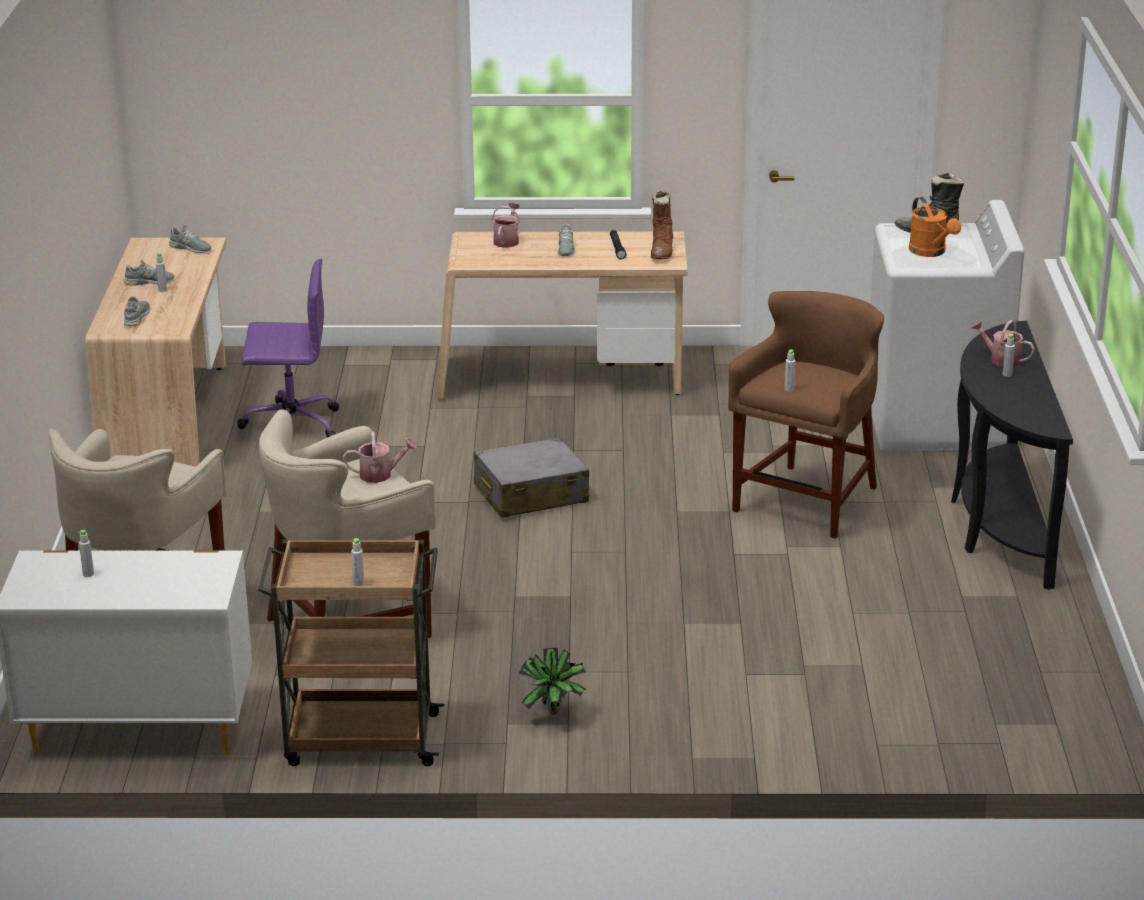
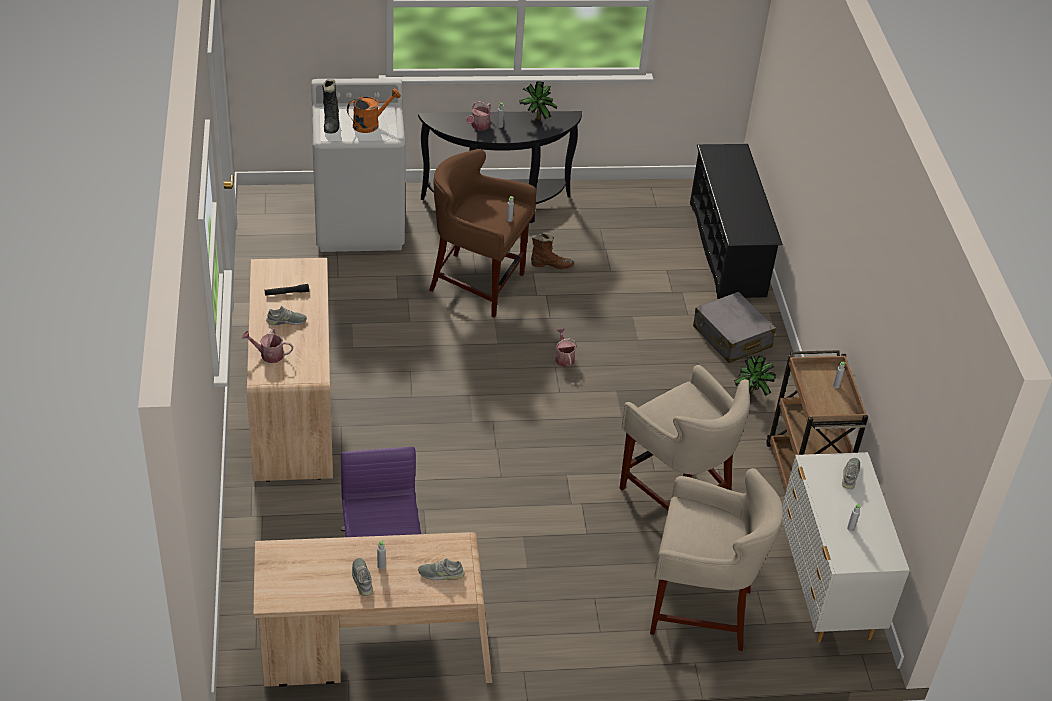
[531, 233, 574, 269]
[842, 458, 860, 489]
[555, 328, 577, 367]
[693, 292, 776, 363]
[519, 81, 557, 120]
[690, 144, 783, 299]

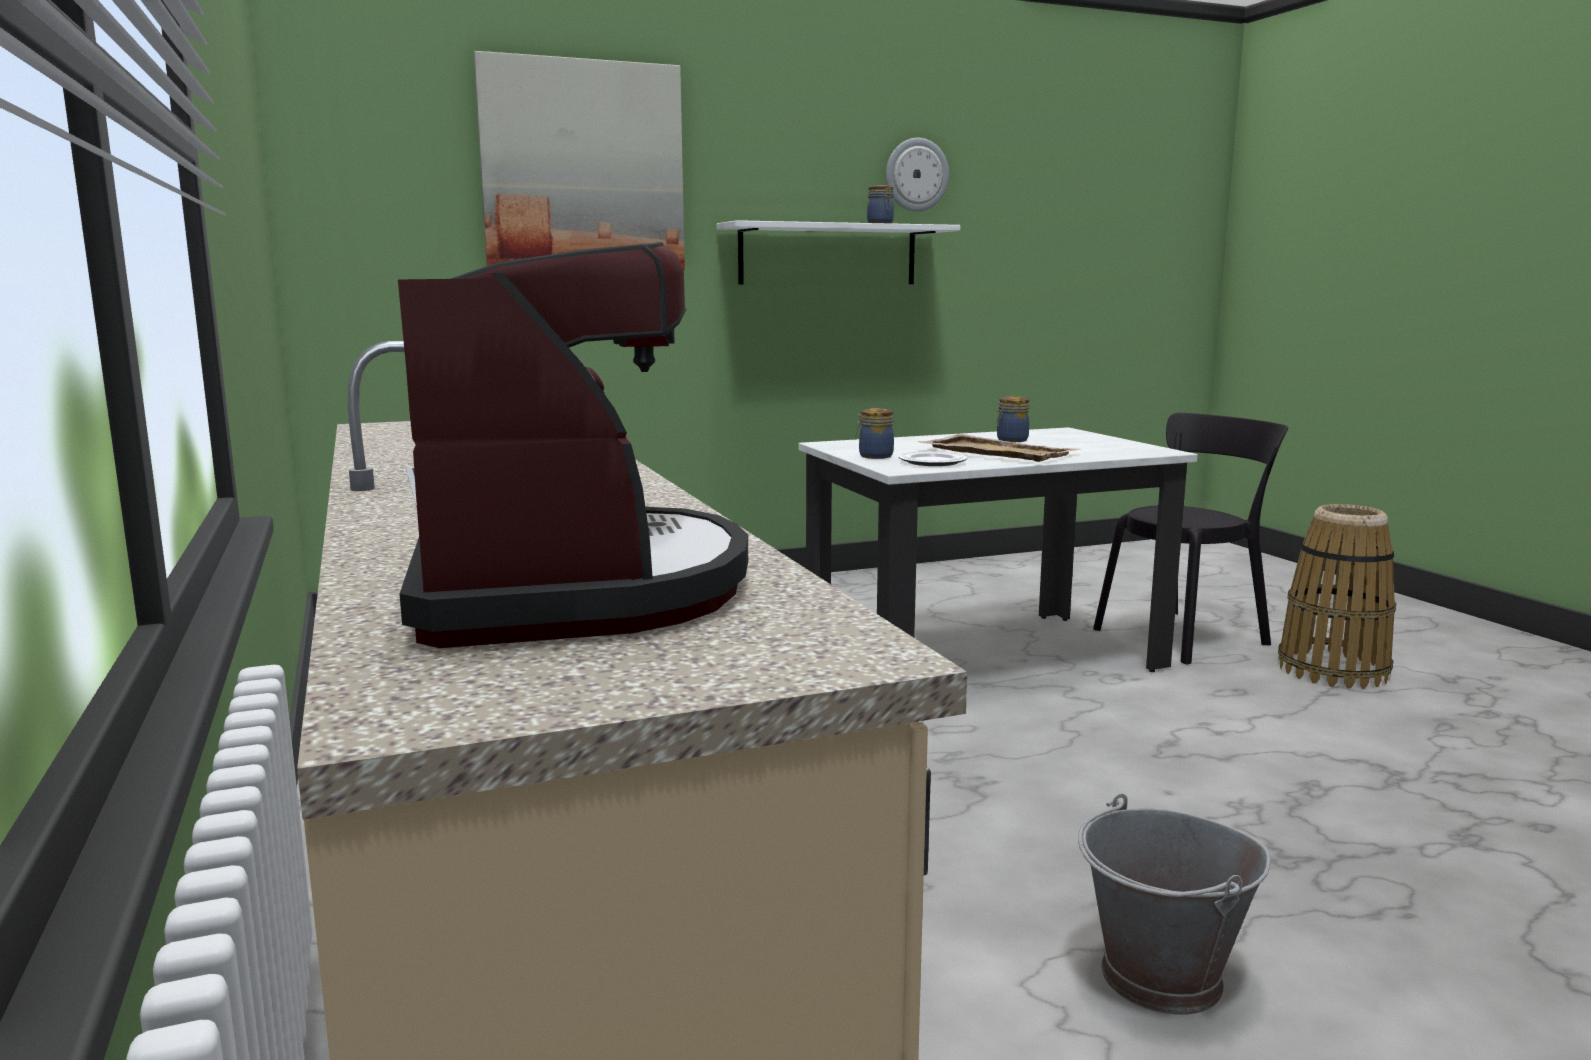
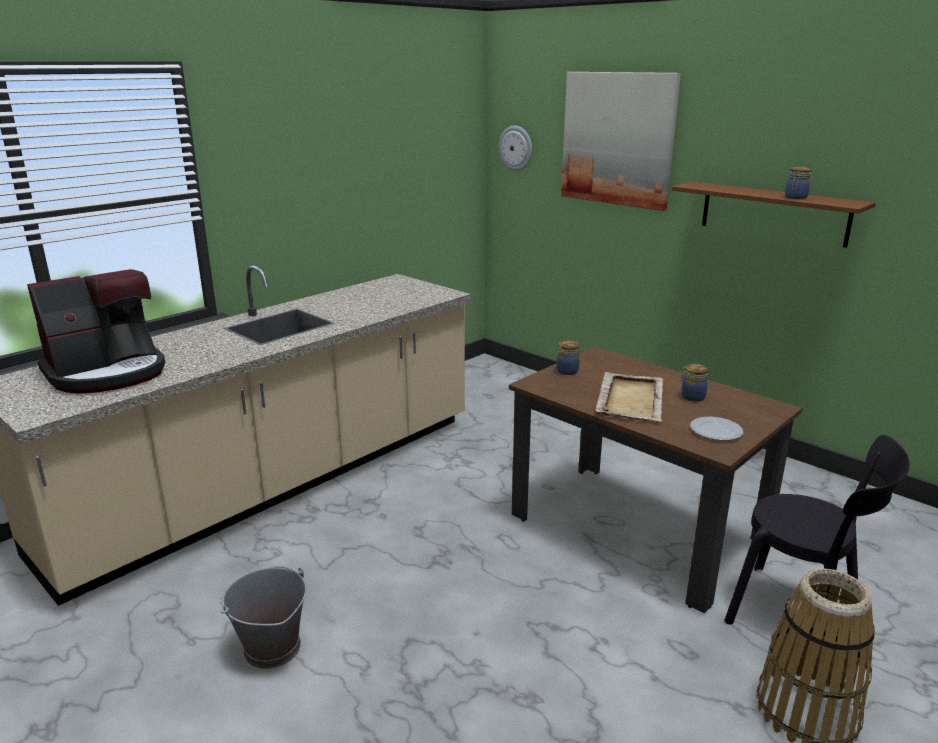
[499, 126, 532, 171]
[672, 182, 876, 248]
[509, 346, 802, 613]
[690, 417, 743, 441]

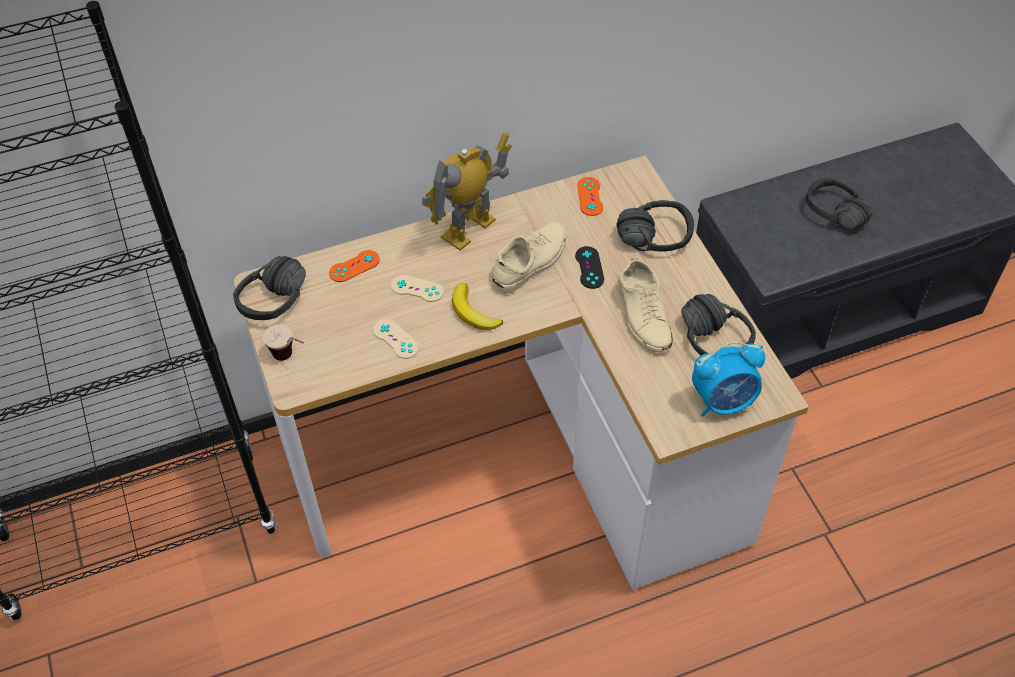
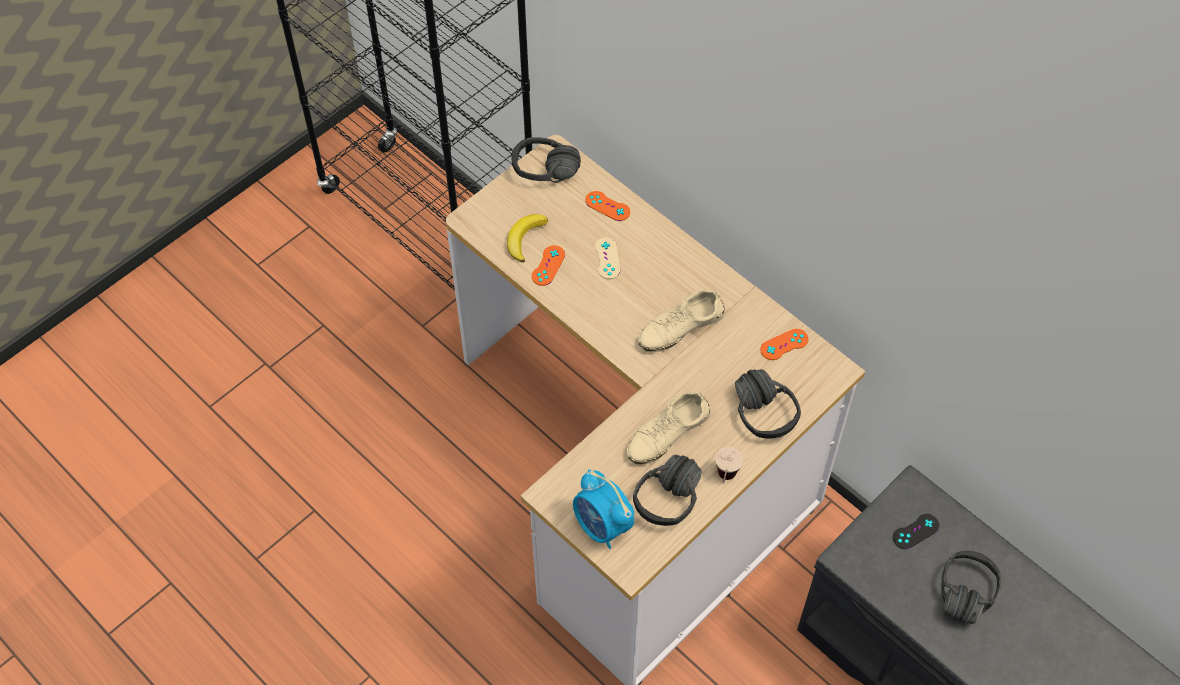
[422, 132, 512, 251] (first image)
[638, 290, 725, 352]
[893, 514, 939, 549]
[507, 214, 548, 263]
[532, 245, 565, 286]
[715, 447, 743, 484]

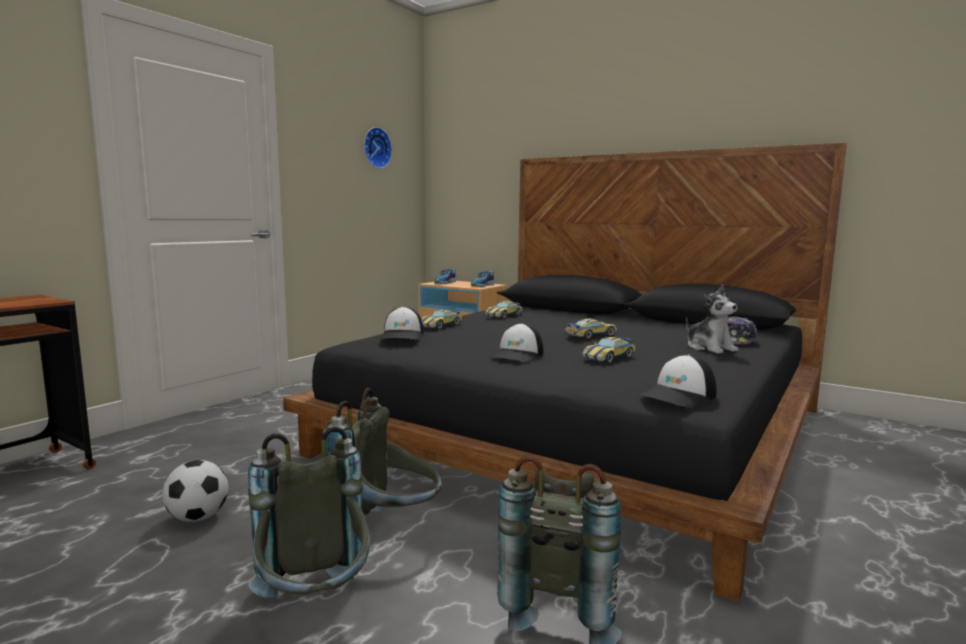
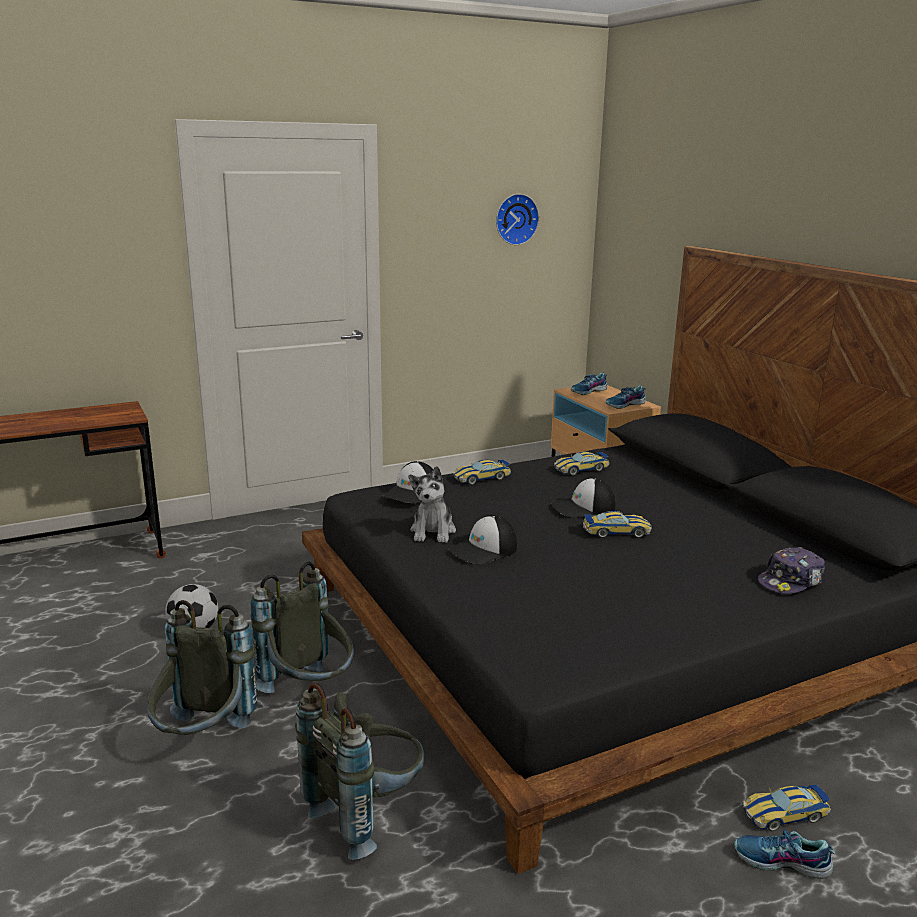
[409, 466, 456, 543]
[743, 785, 831, 831]
[551, 478, 615, 518]
[734, 830, 835, 879]

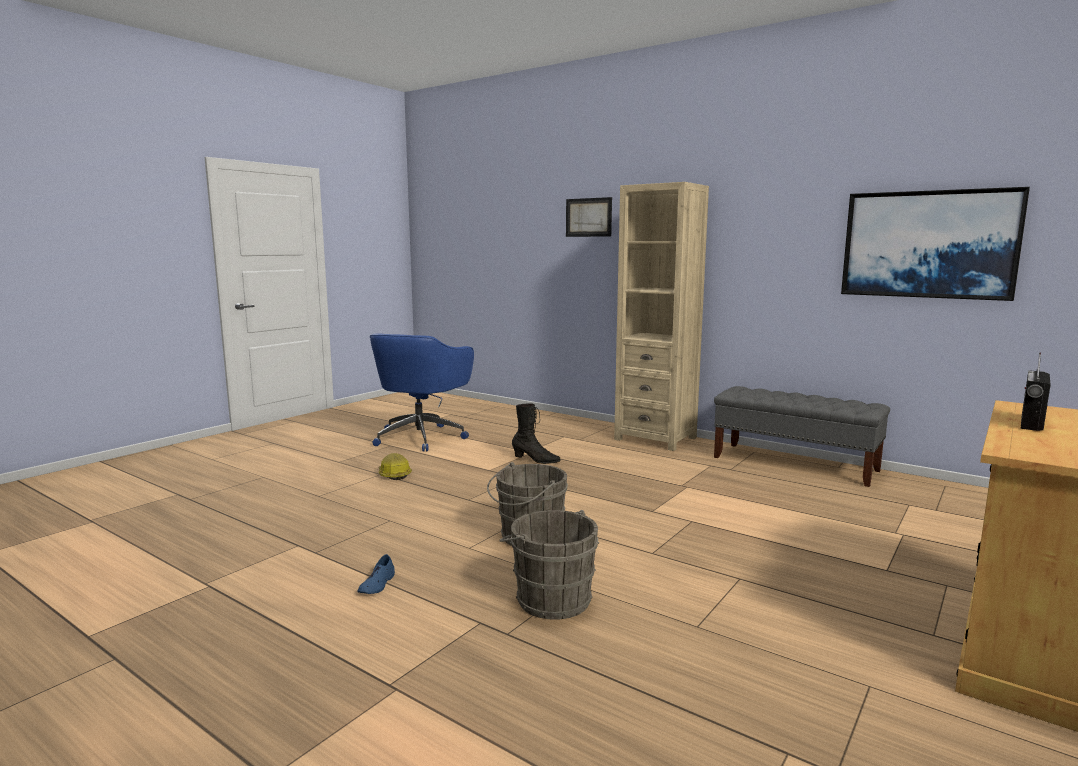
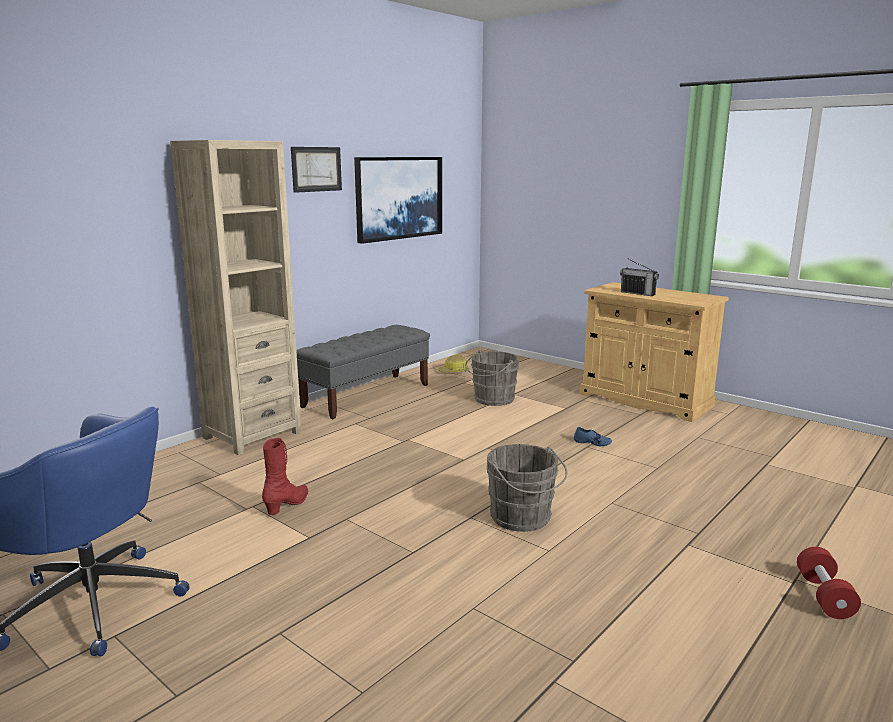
[291, 147, 342, 193]
[262, 438, 308, 515]
[438, 355, 469, 373]
[465, 350, 519, 406]
[574, 427, 612, 446]
[797, 547, 861, 619]

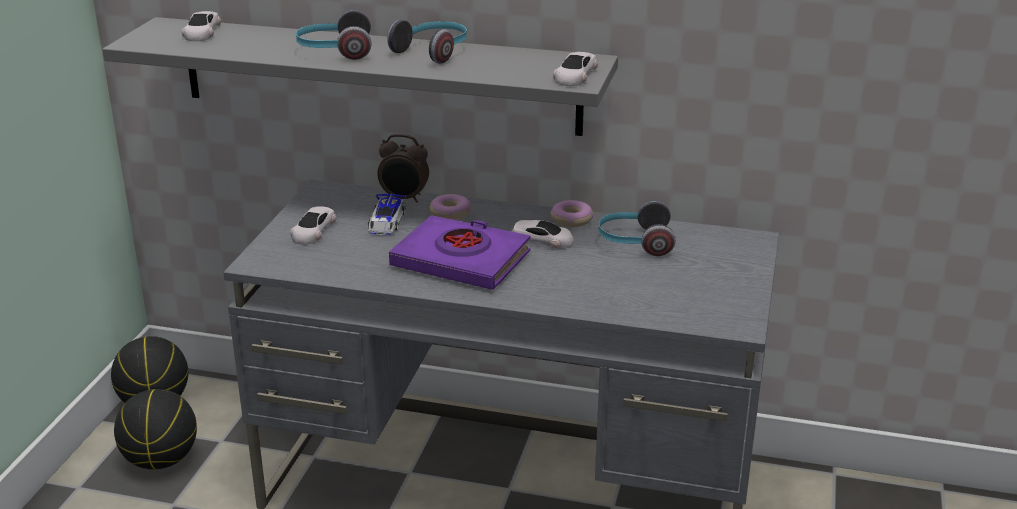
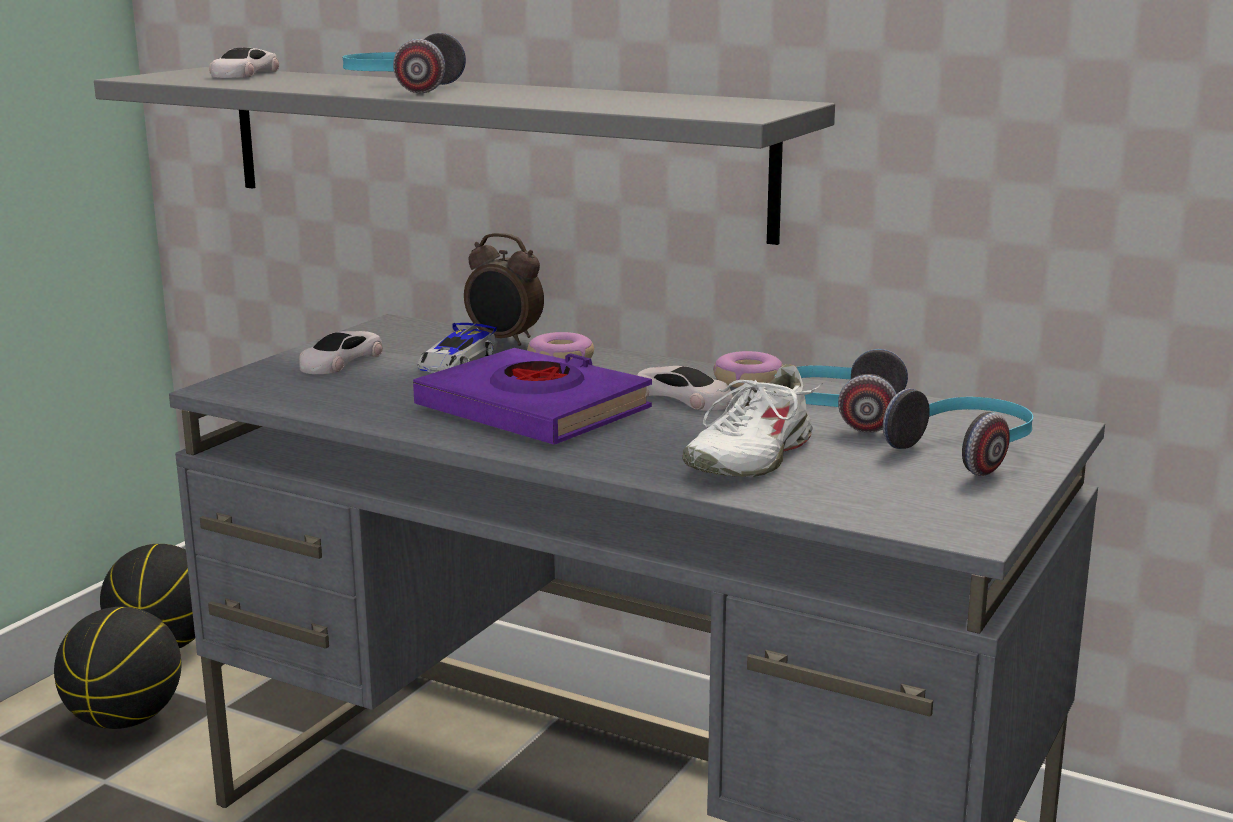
[883, 389, 1033, 476]
[553, 52, 598, 86] (first image)
[682, 364, 823, 477]

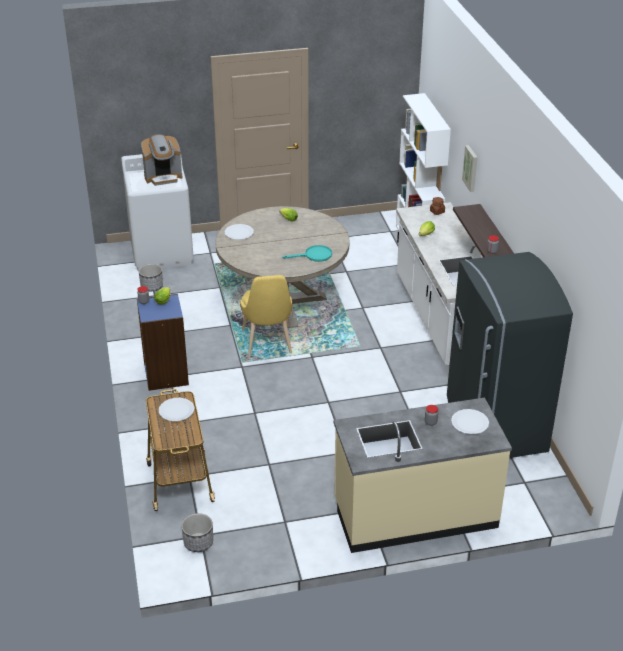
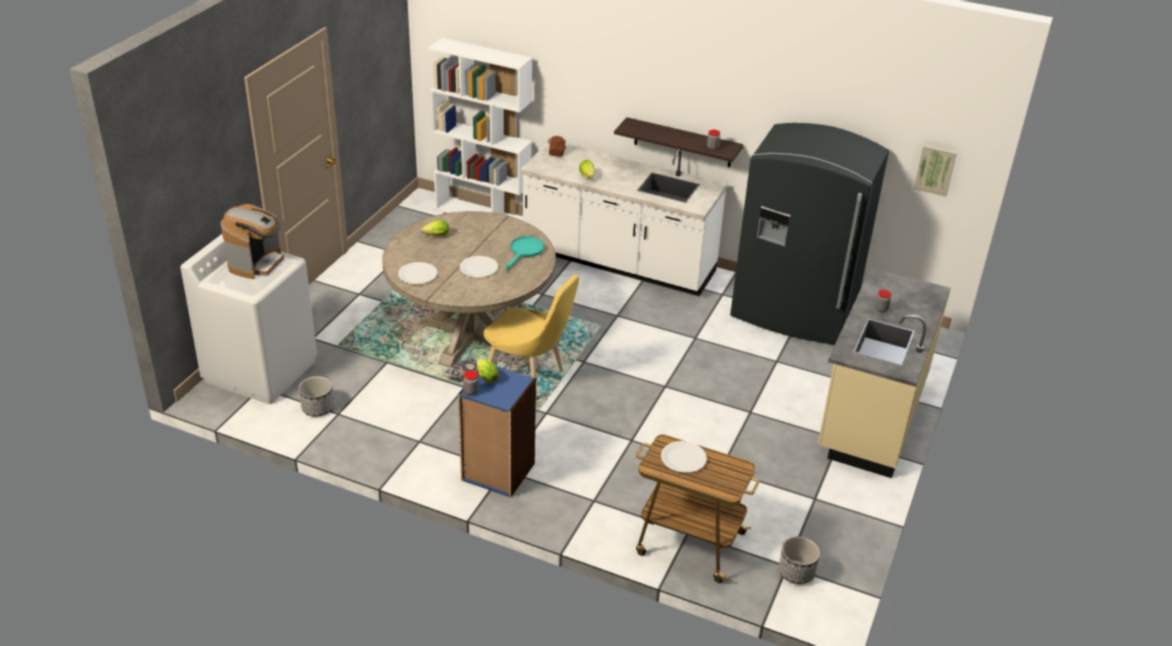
[914, 145, 957, 197]
[460, 256, 498, 278]

